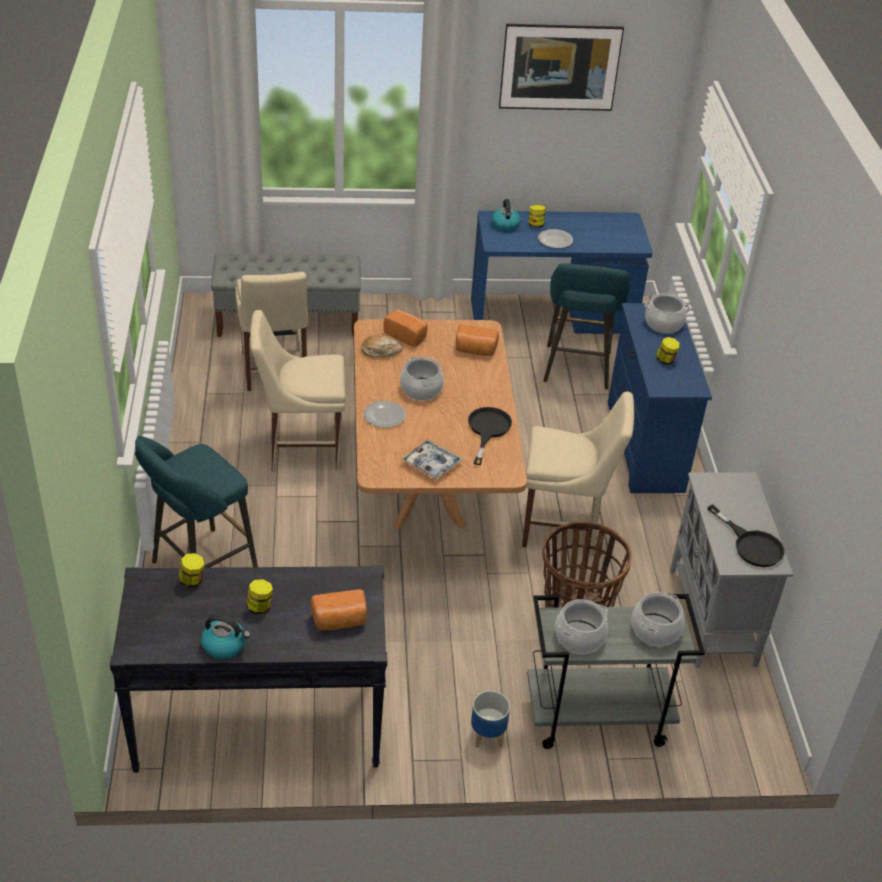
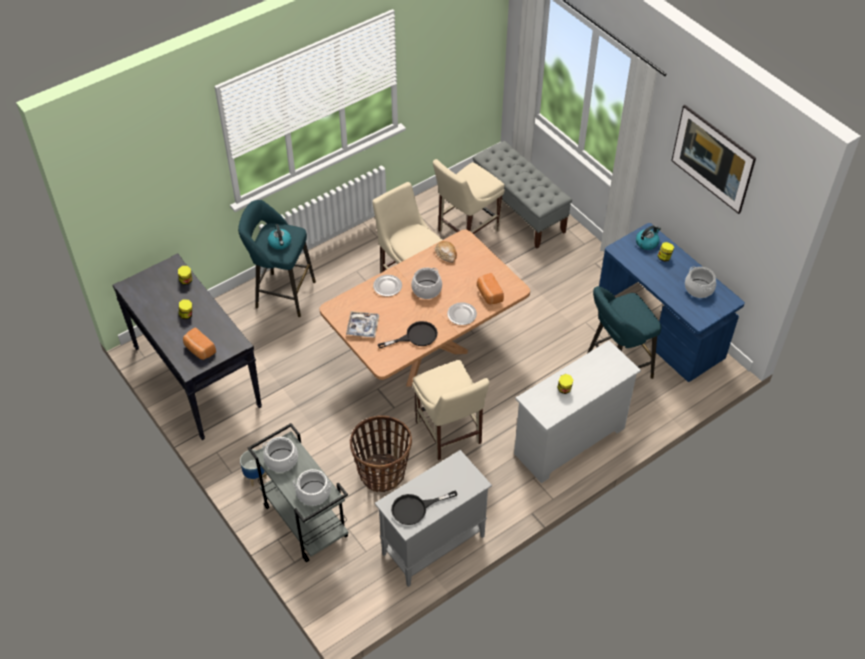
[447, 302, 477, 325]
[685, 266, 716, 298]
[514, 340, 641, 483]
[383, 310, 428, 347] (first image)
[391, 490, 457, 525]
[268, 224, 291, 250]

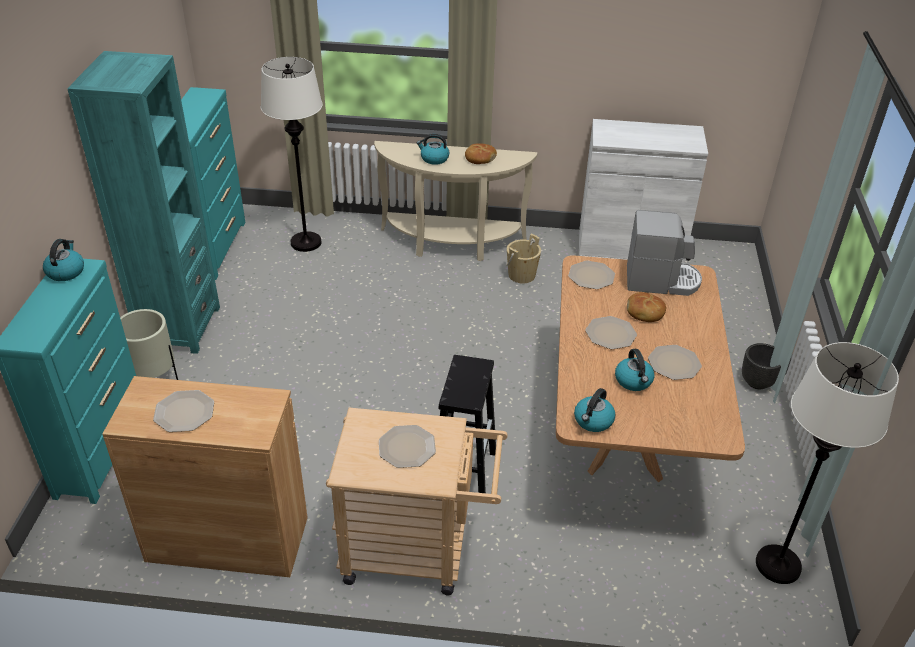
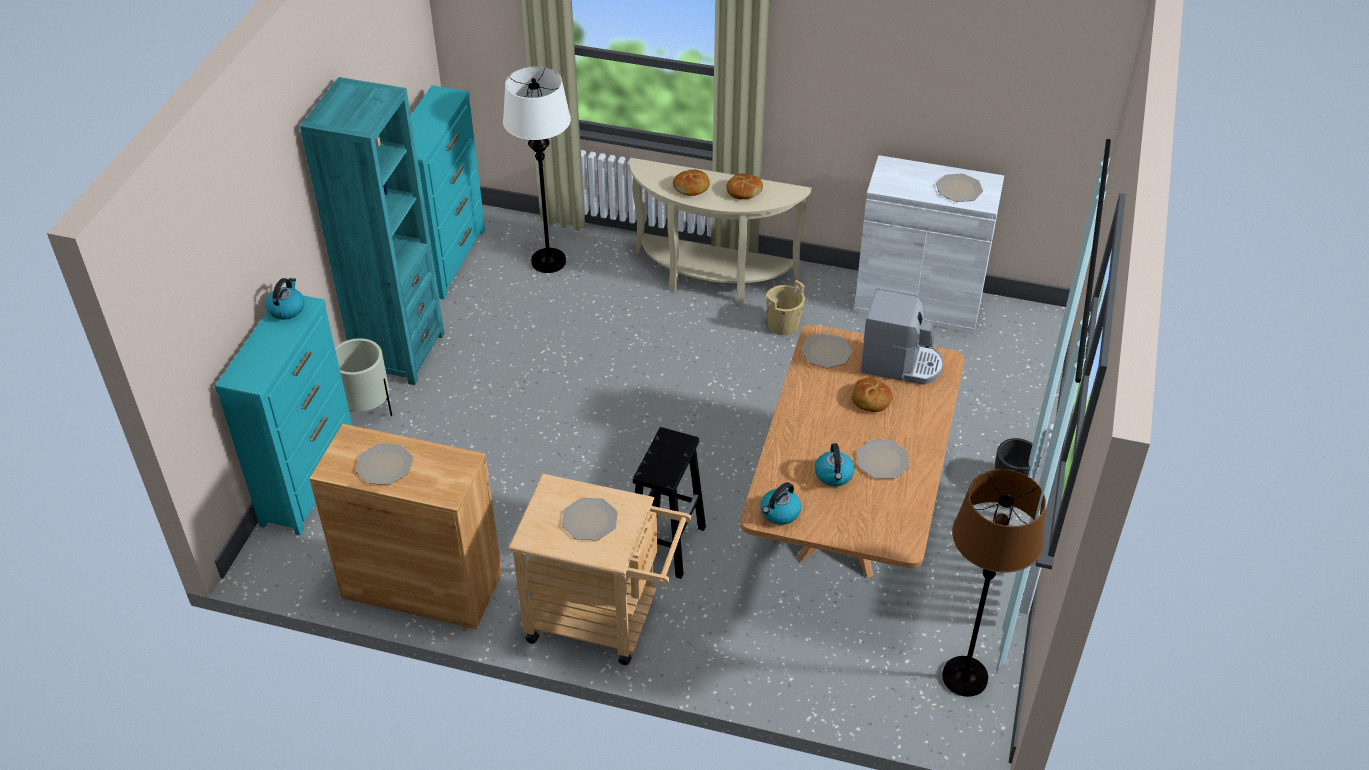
[673, 170, 710, 196]
[936, 173, 983, 202]
[942, 469, 1046, 697]

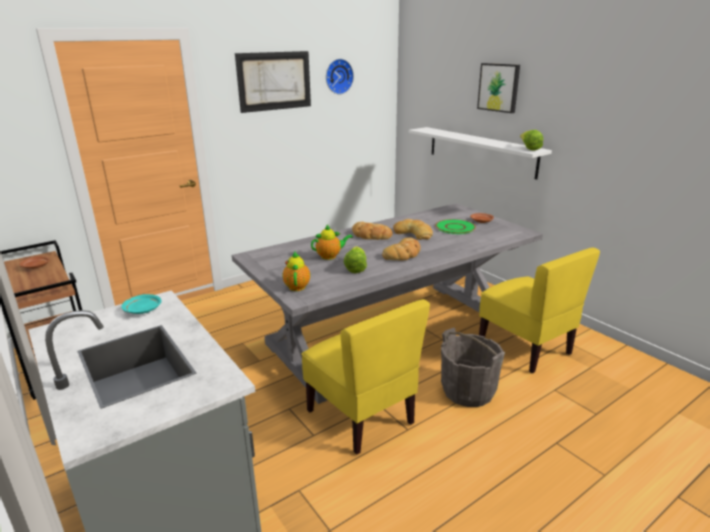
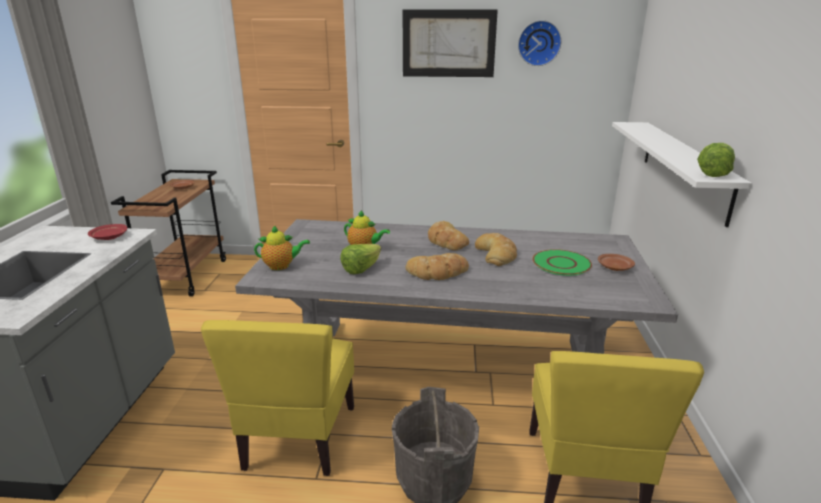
[477, 63, 520, 113] (first image)
[254, 225, 310, 270]
[88, 224, 127, 240]

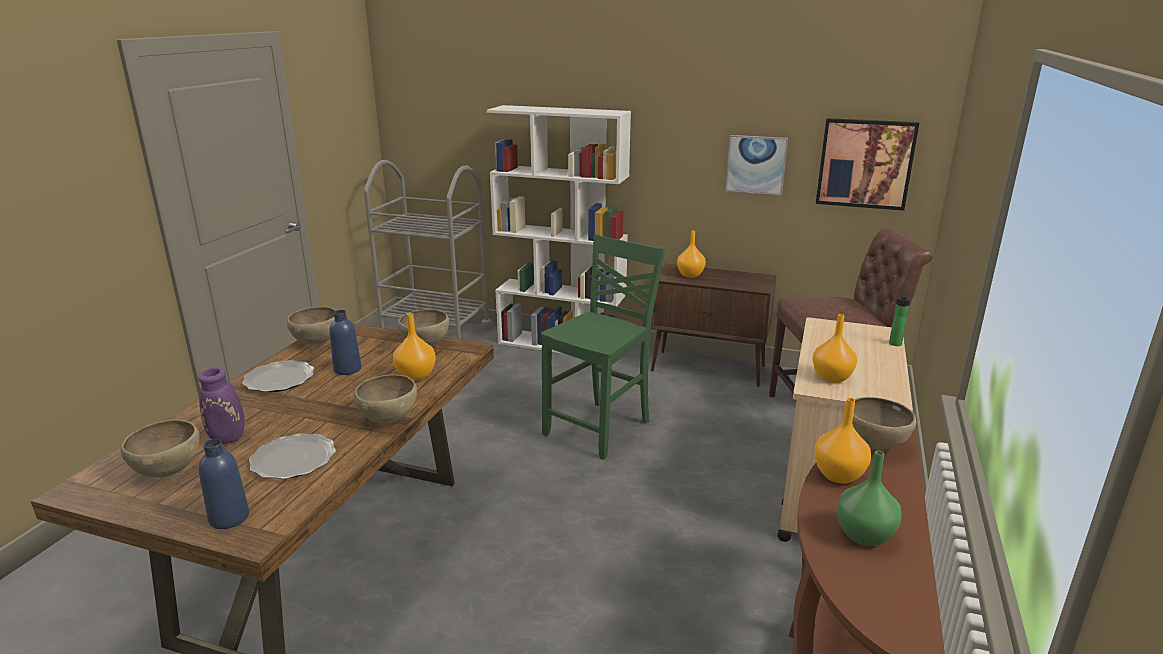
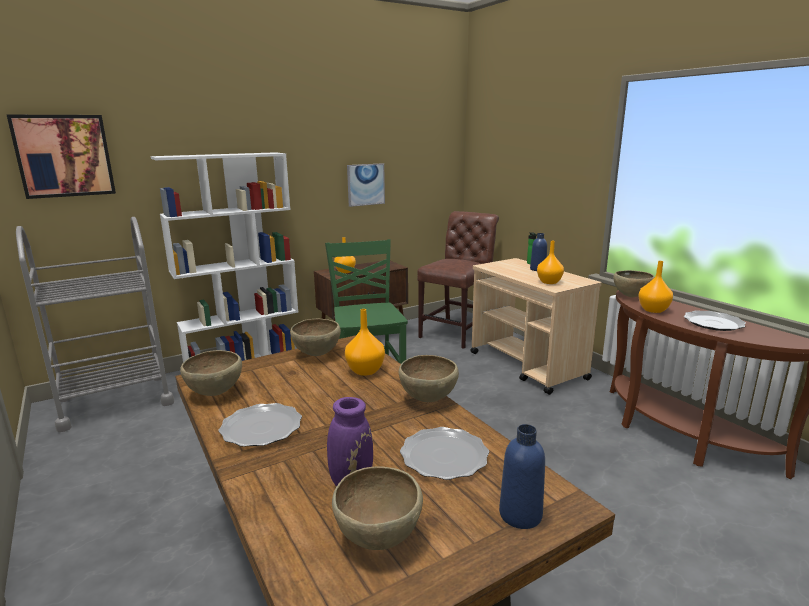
[7, 115, 116, 199]
[530, 233, 547, 271]
[684, 310, 746, 331]

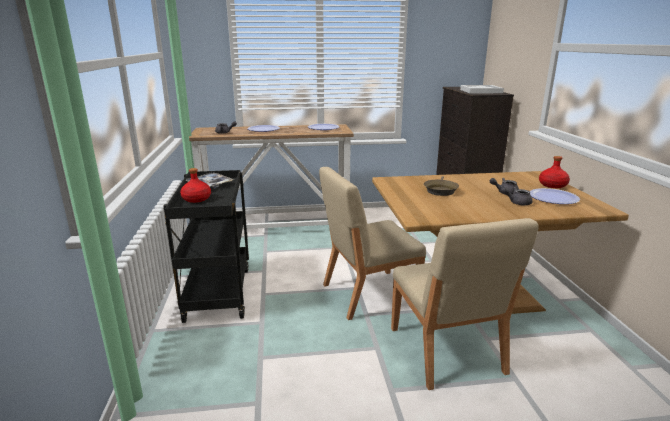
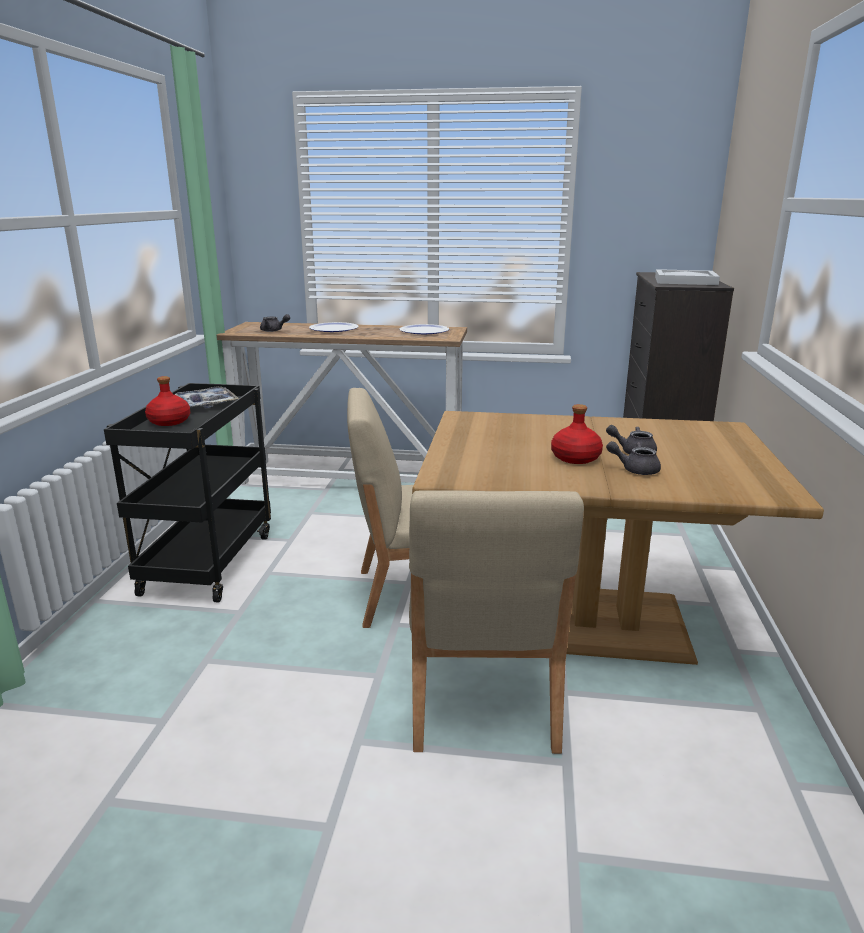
[551, 404, 603, 464]
[424, 176, 459, 196] (first image)
[530, 188, 580, 204] (first image)

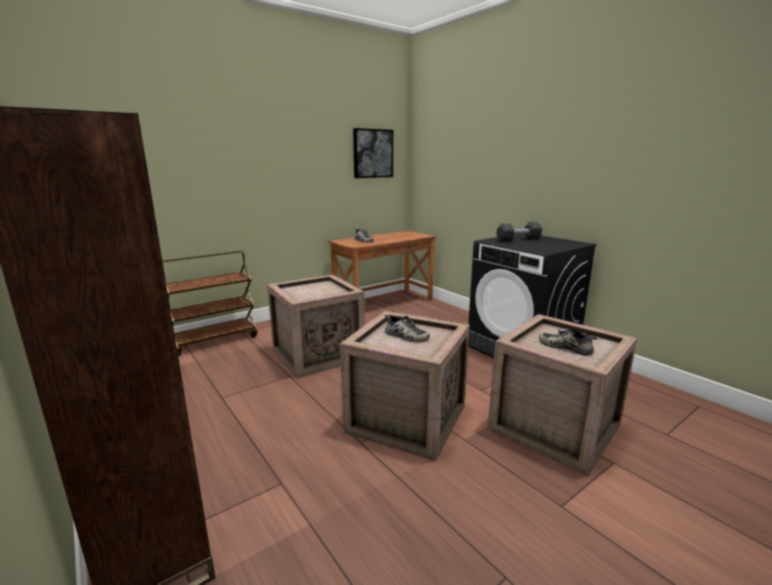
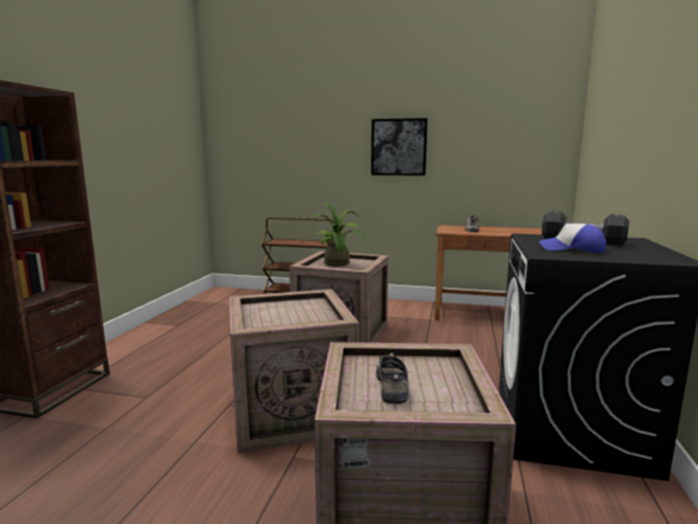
[371, 118, 428, 176]
[384, 314, 430, 343] (first image)
[309, 202, 367, 266]
[539, 224, 606, 253]

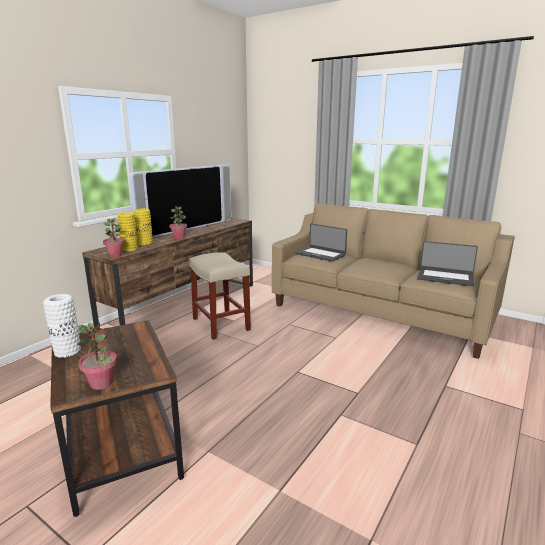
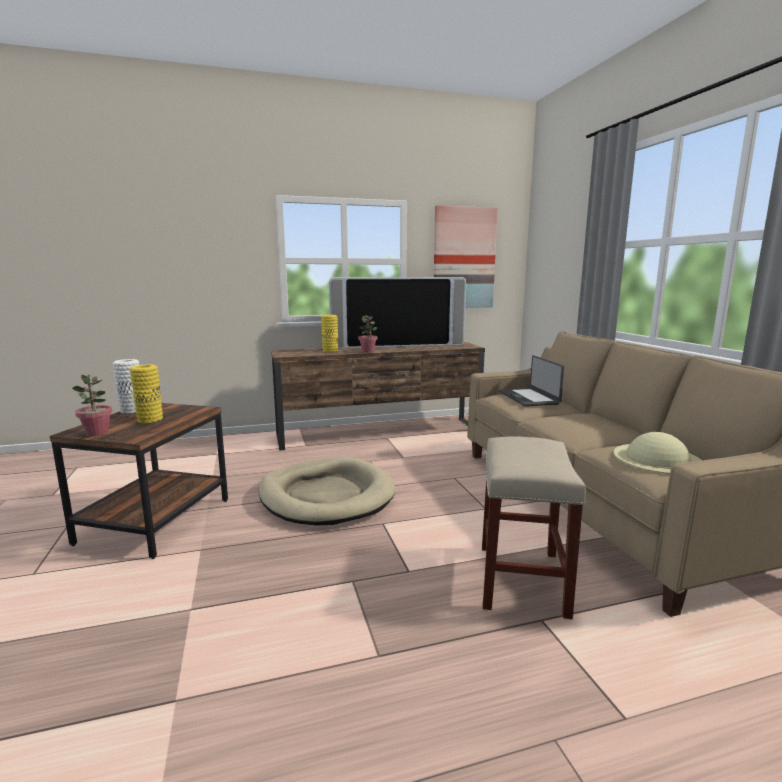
[130, 364, 163, 423]
[103, 218, 124, 257] (first image)
[614, 432, 701, 474]
[482, 436, 586, 619]
[434, 205, 498, 308]
[259, 457, 395, 525]

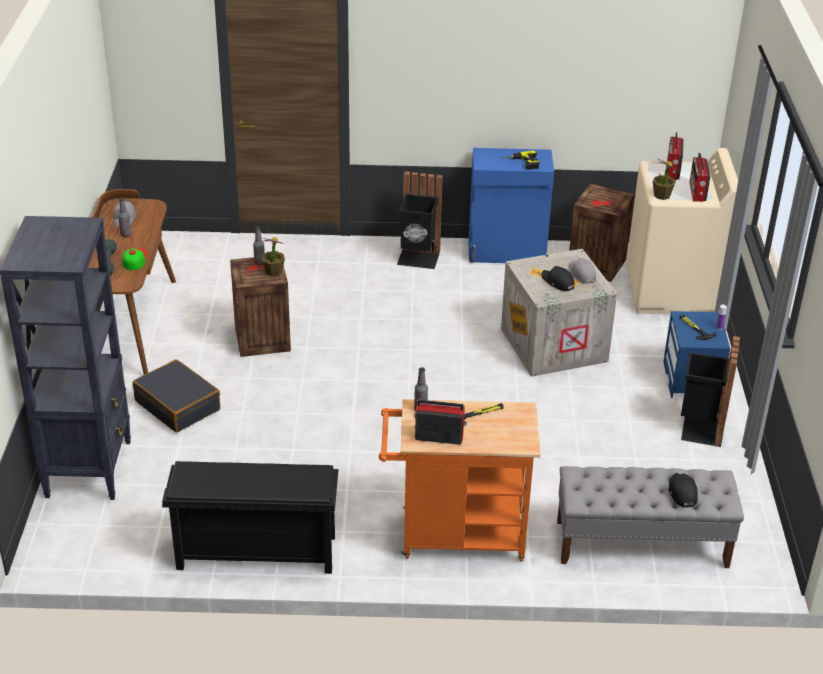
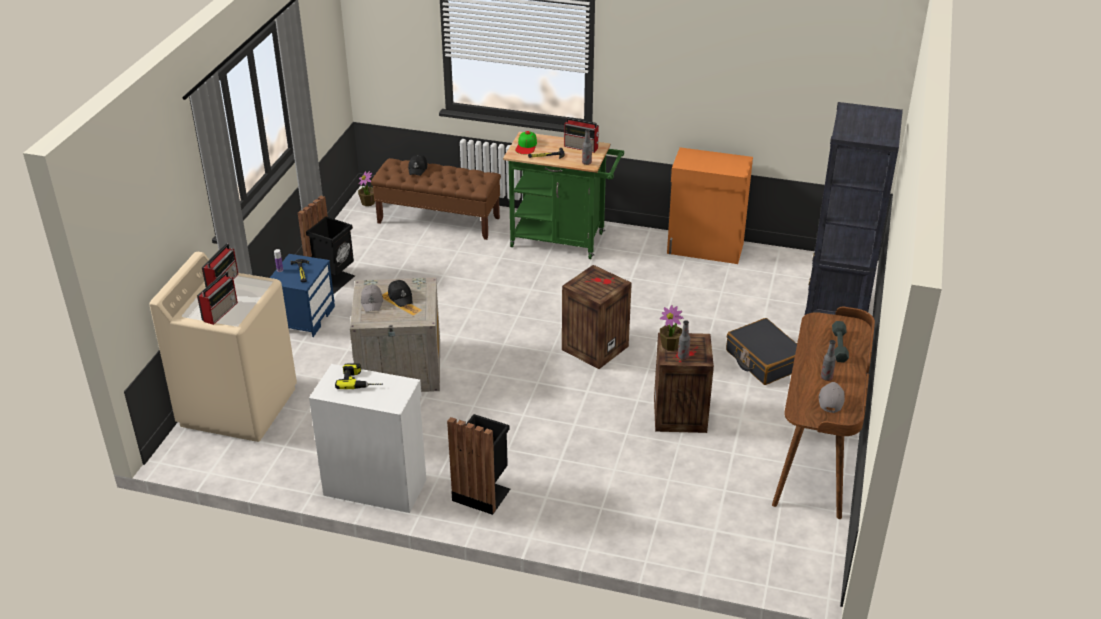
[309, 364, 426, 513]
[358, 171, 375, 206]
[562, 265, 632, 369]
[515, 131, 537, 154]
[503, 132, 624, 259]
[667, 147, 753, 264]
[371, 158, 501, 240]

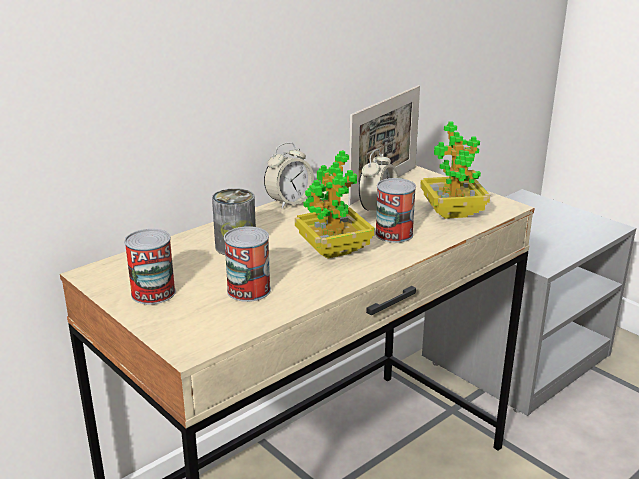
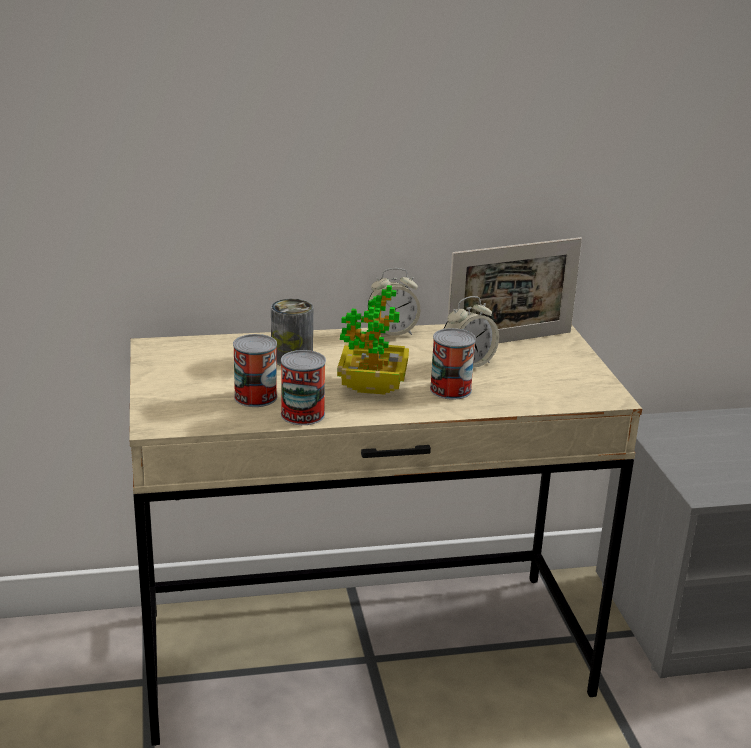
[420, 121, 490, 219] (first image)
[281, 350, 326, 425]

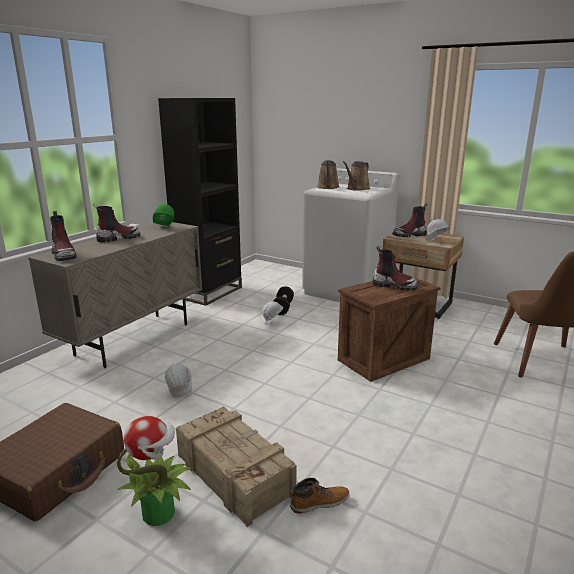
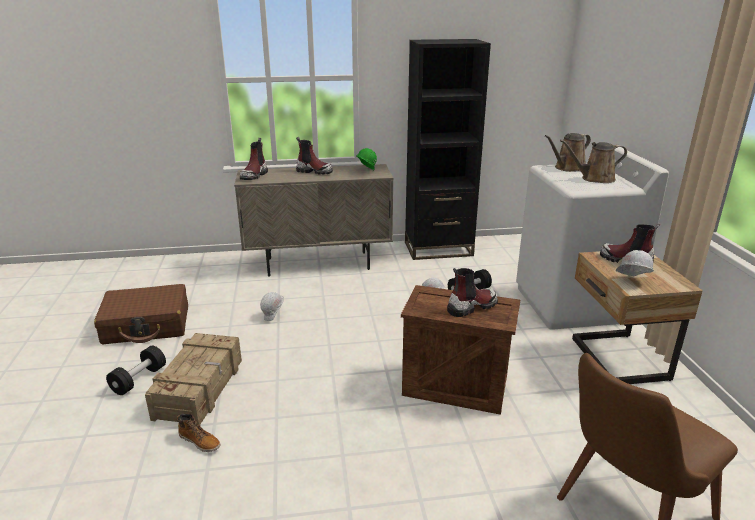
[447, 268, 498, 317]
[106, 346, 166, 395]

